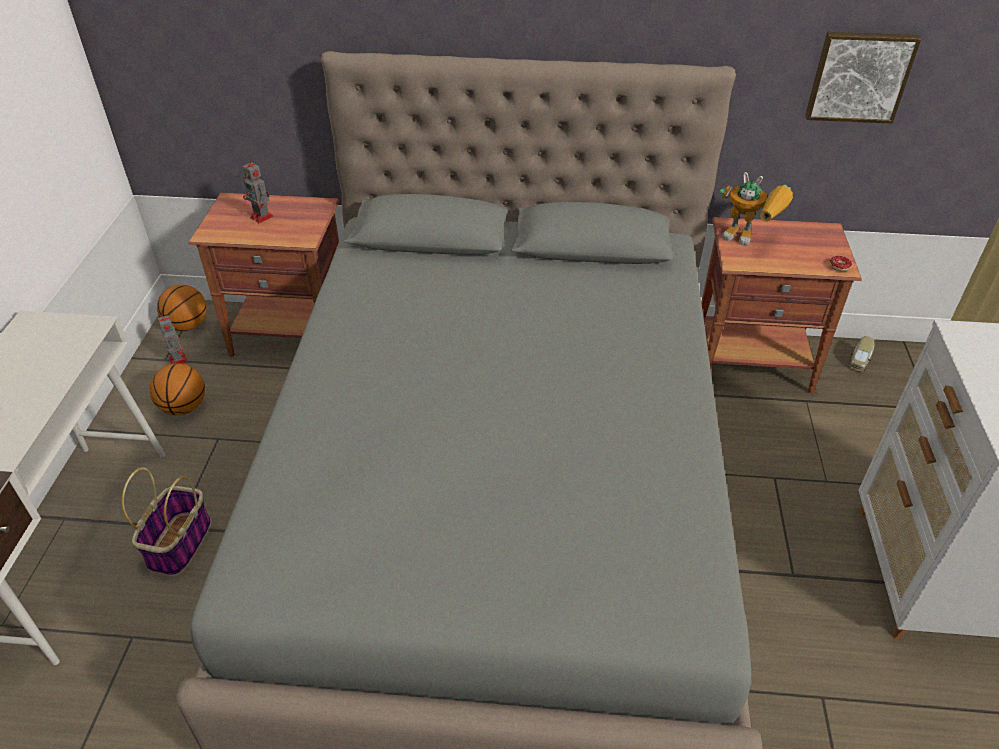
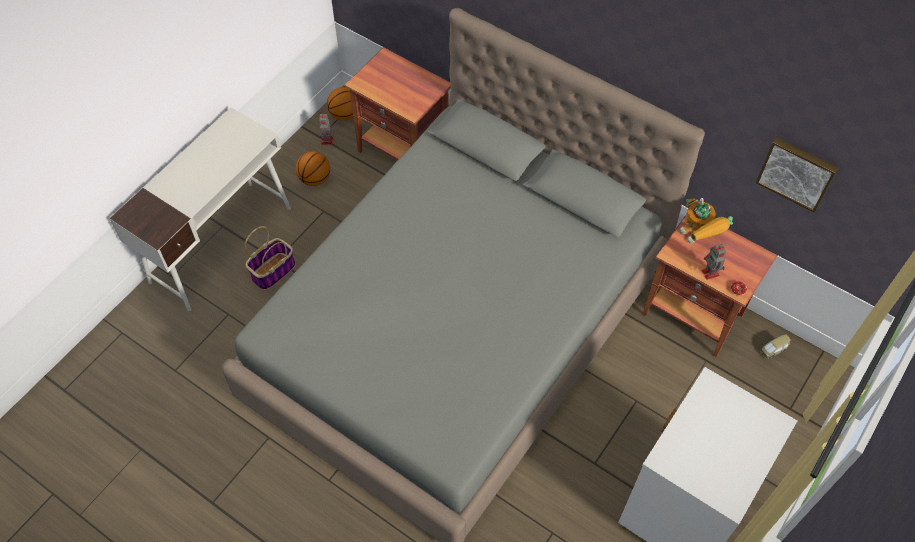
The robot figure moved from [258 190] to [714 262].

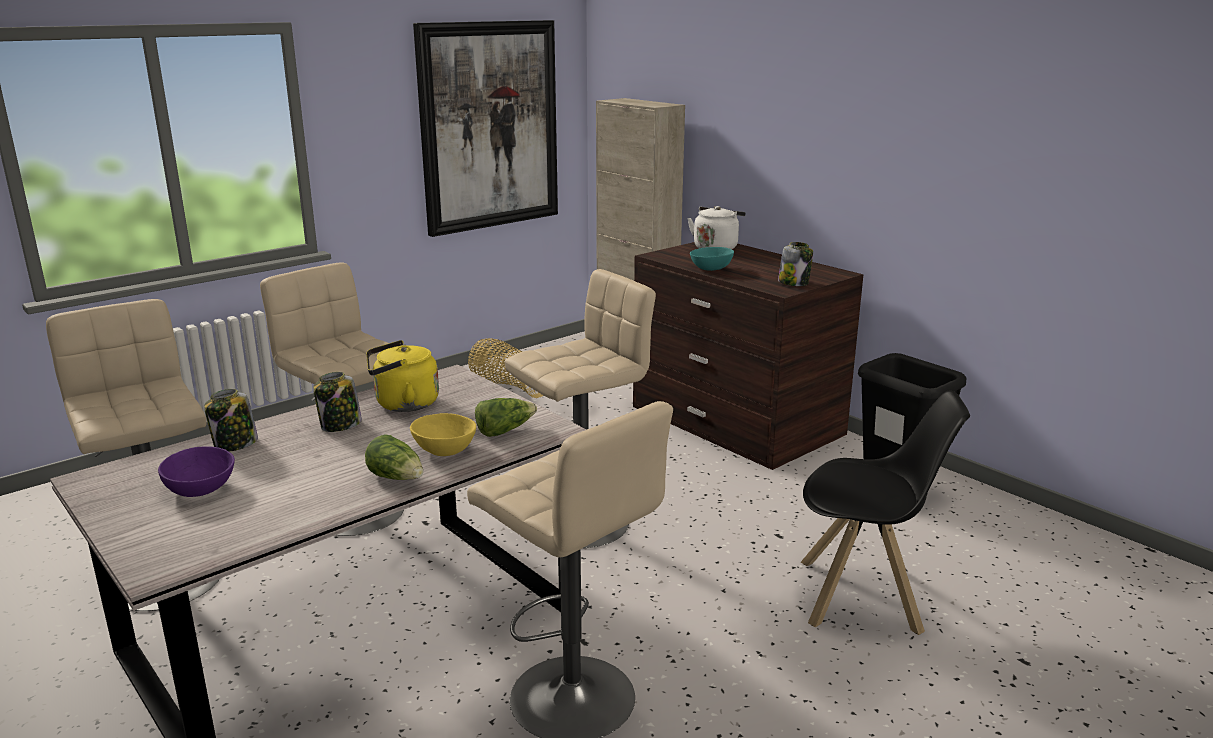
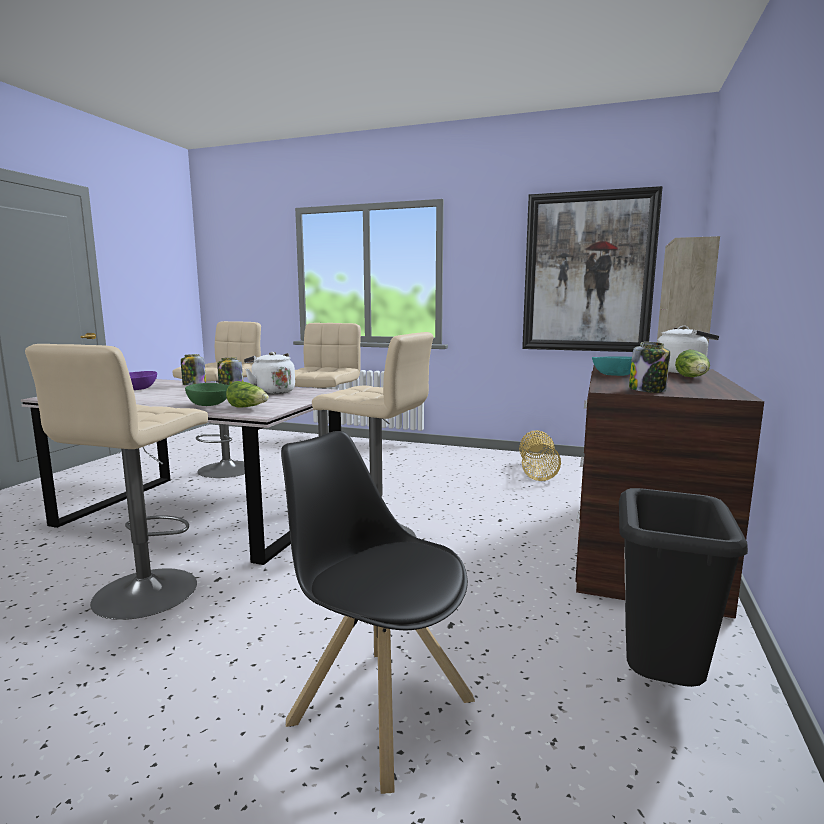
The yellowish water kettle at [402 376] became the white-coloured water kettle at [269 373].
The blackish chair at [885 512] turned 150 degrees clockwise.
The yellowish serving bowl at [443 434] became the green serving bowl at [207 394].
The head of lettuce moved from [394 457] to [692 363].

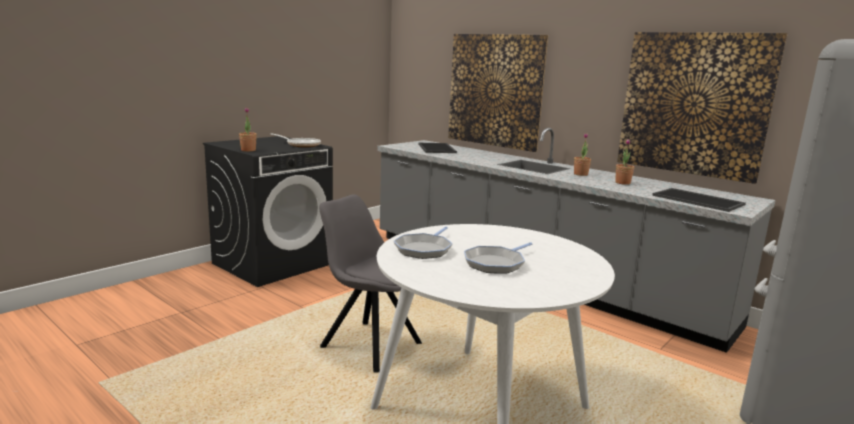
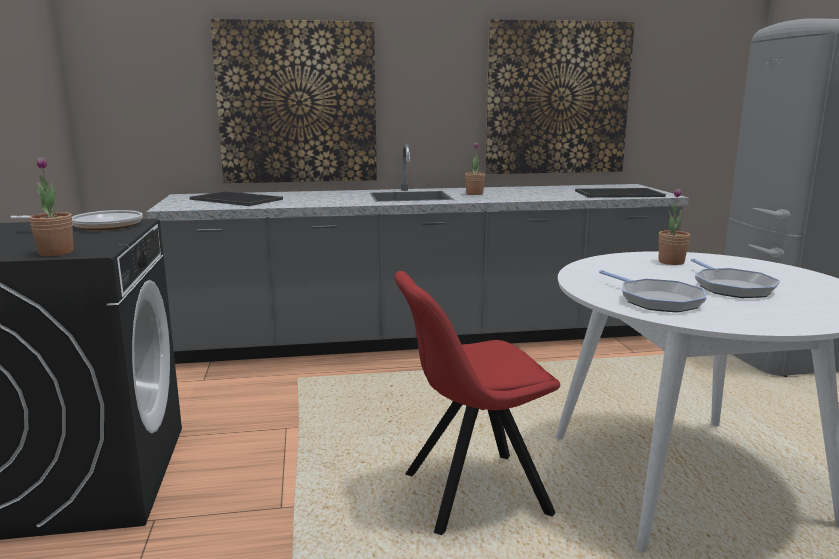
The potted plant moved from [624 162] to [674 226].
The gray chair at [370 283] became the red chair at [477 403].

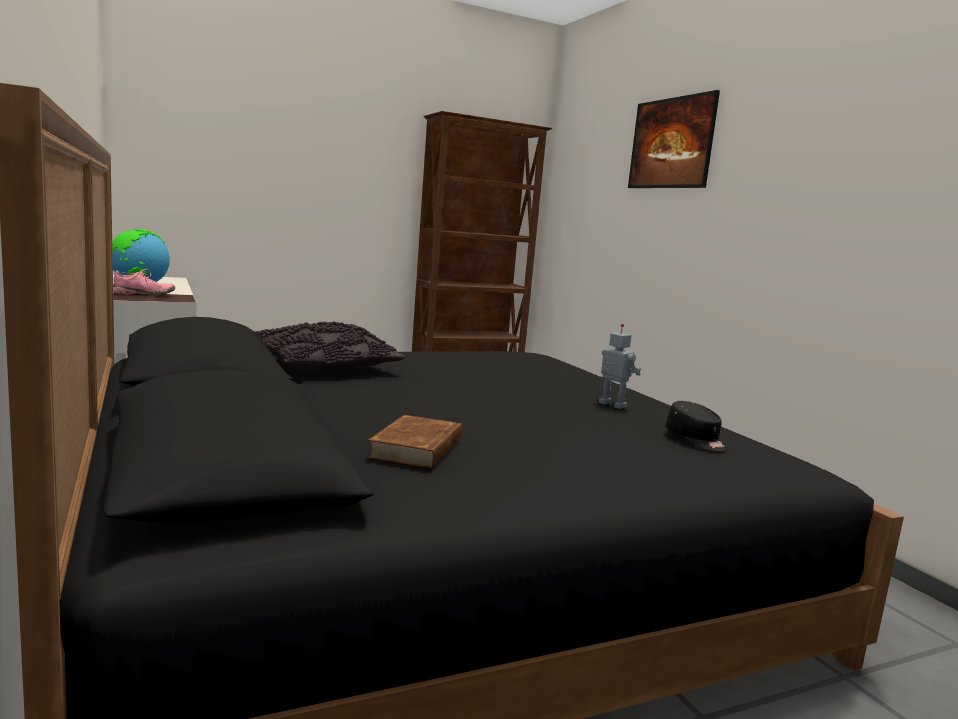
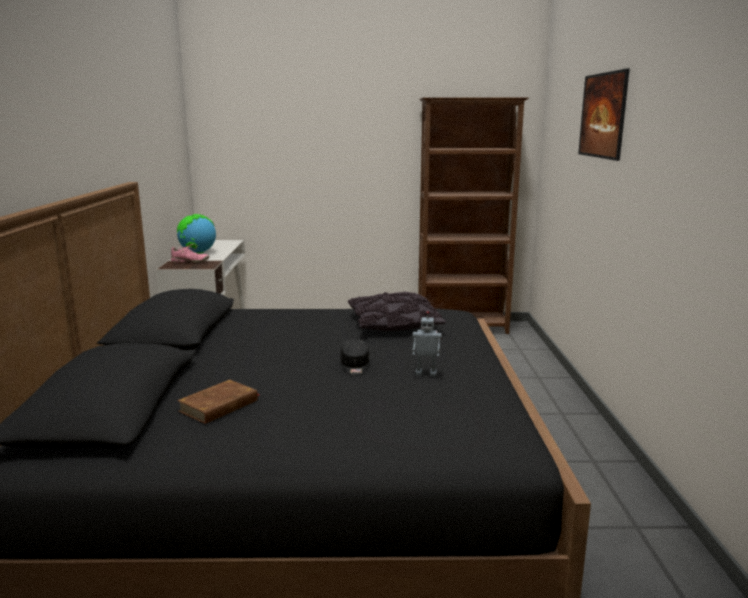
The blackish pillow moved from [330 347] to [397 311].
The robot figure at [620 366] turned 120 degrees clockwise.
The blackish baseball cap moved from [696 426] to [354 357].

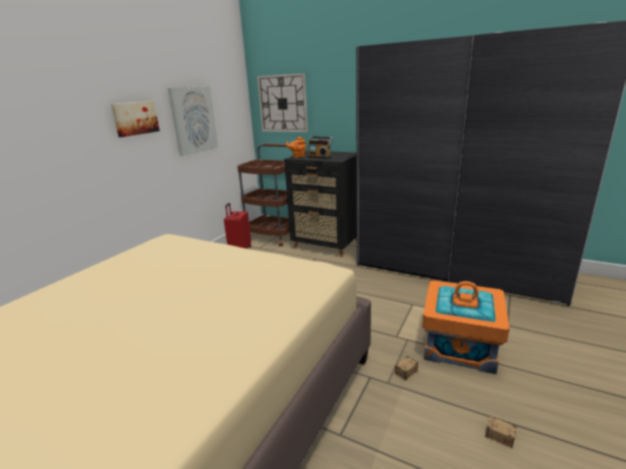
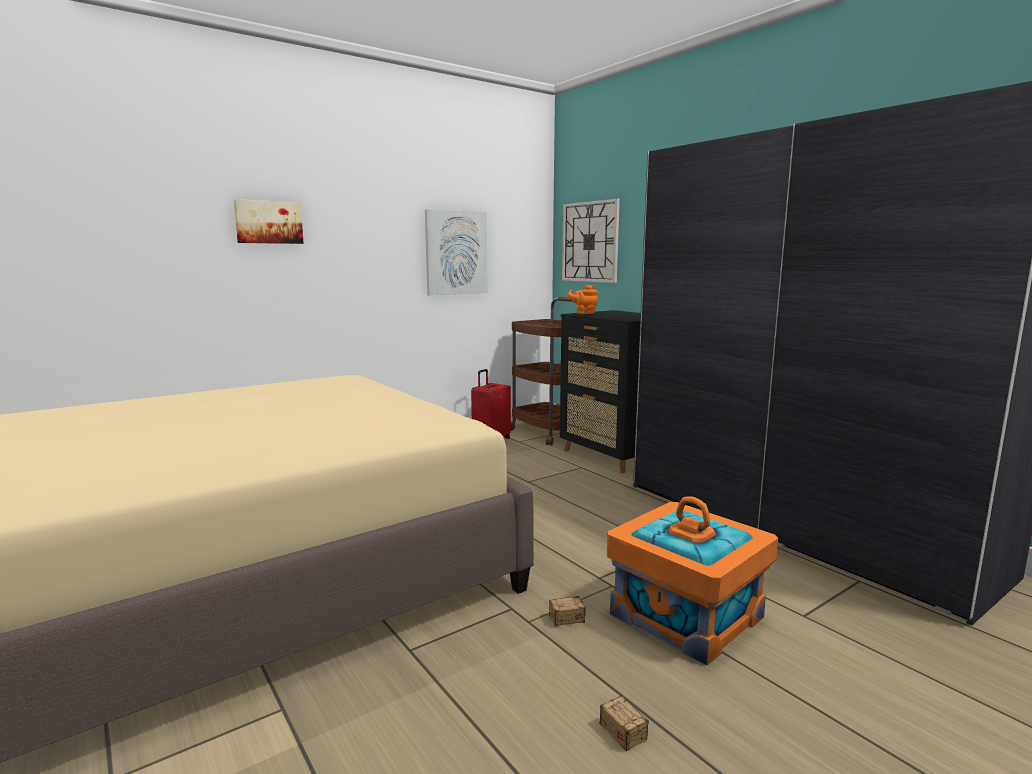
The wall art moved from [135 119] to [269 221].
The radio at [320 147] disappeared.

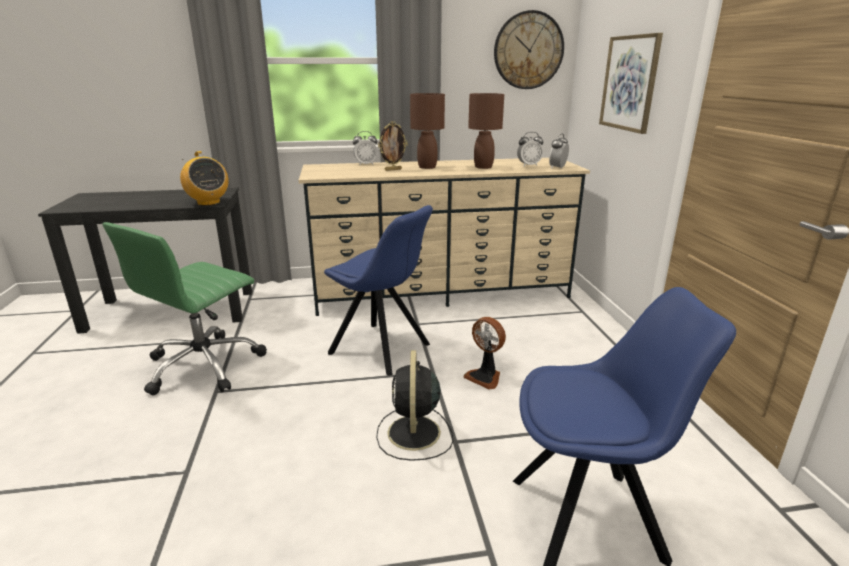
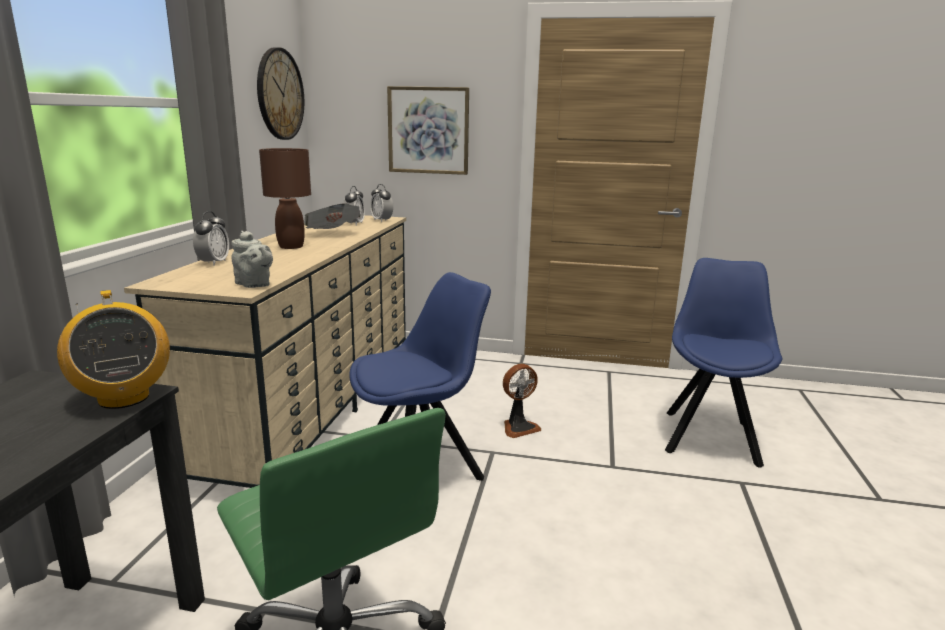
The brown-coloured table lamp at [486 131] was replaced by the printed paper at [332 216].
The photo frame at [393 146] disappeared.
The radio at [204 178] turned 75 degrees clockwise.
The blackish fan at [414 405] disappeared.
The gray pot for tea at [252 259] appeared.

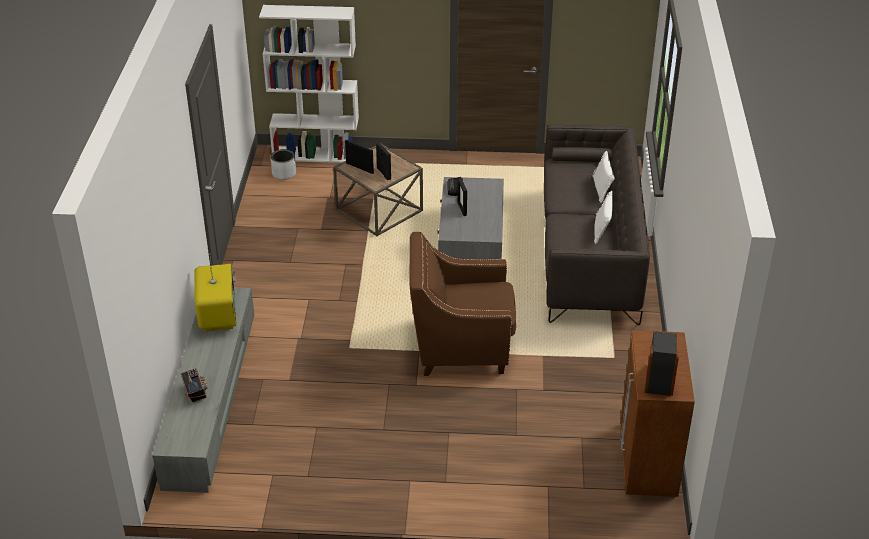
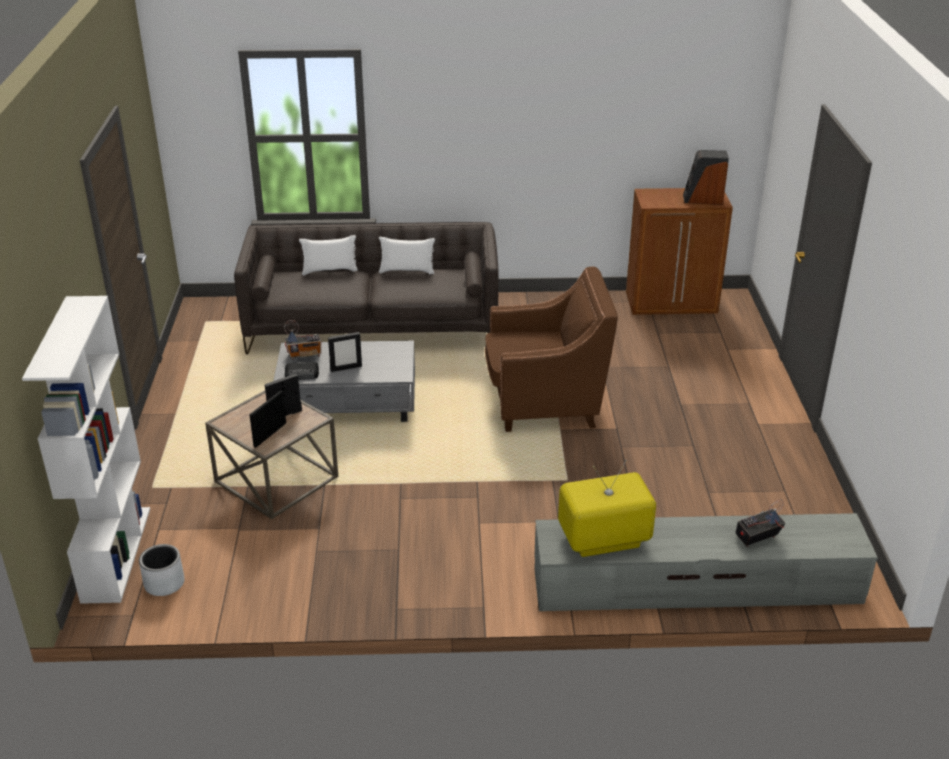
The brown-coloured lounge chair at [463 304] turned 90 degrees counterclockwise.
The radio at [302 340] appeared.

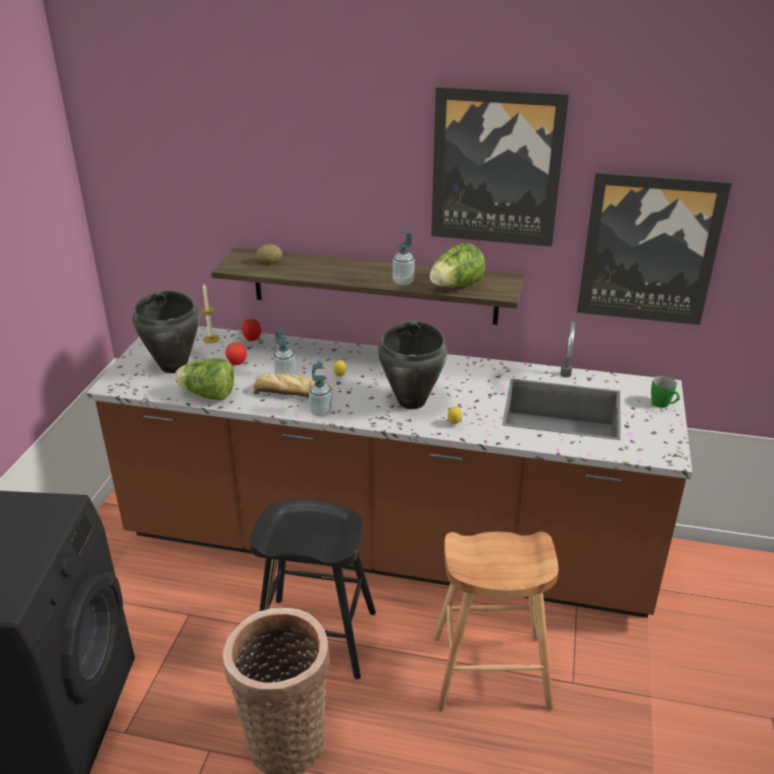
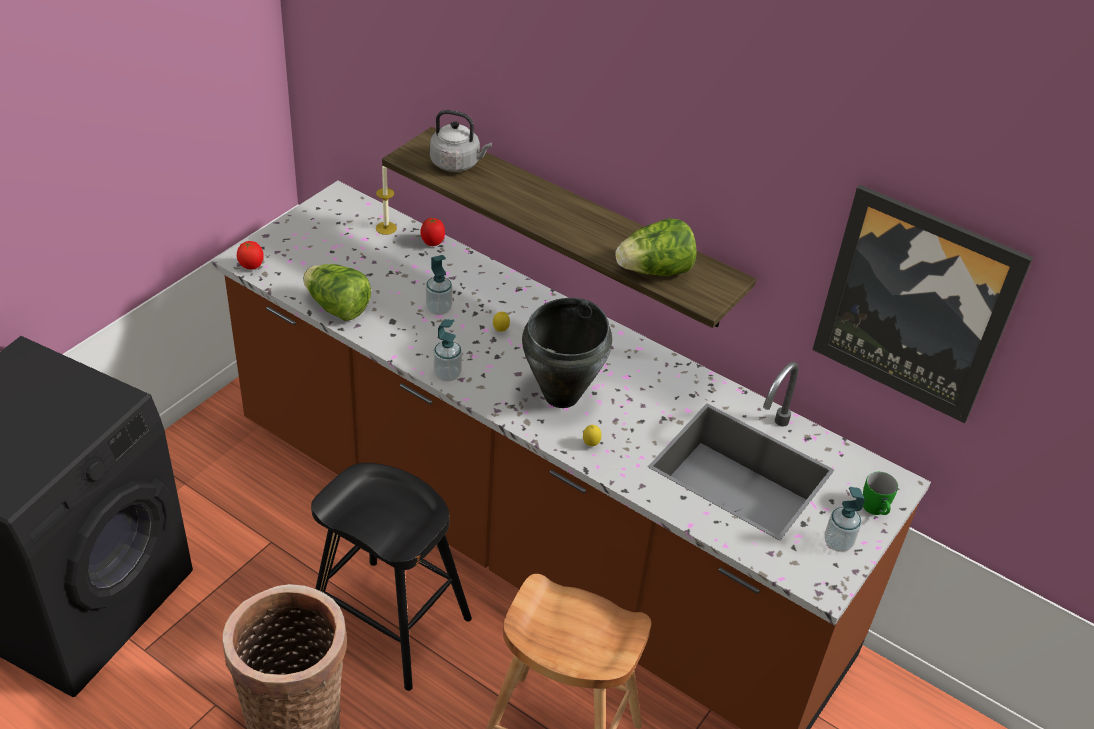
The wall art at [500 166] disappeared.
The liquid soap bottle moved from [404 257] to [844 519].
The spud at [269 254] was replaced by the gray water kettle at [461 141].
The blackish cooking pot at [166 332] disappeared.
The whole tomato moved from [236 353] to [250 255].
The bakery bread at [292 385] disappeared.

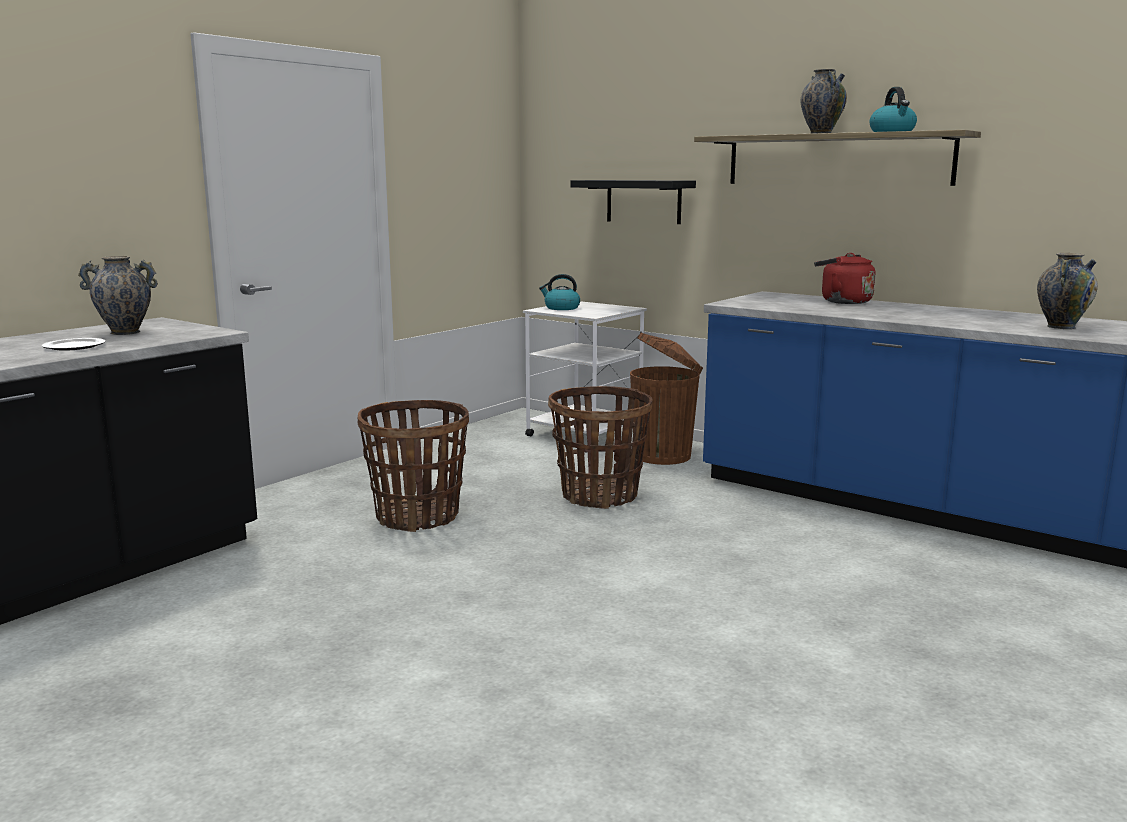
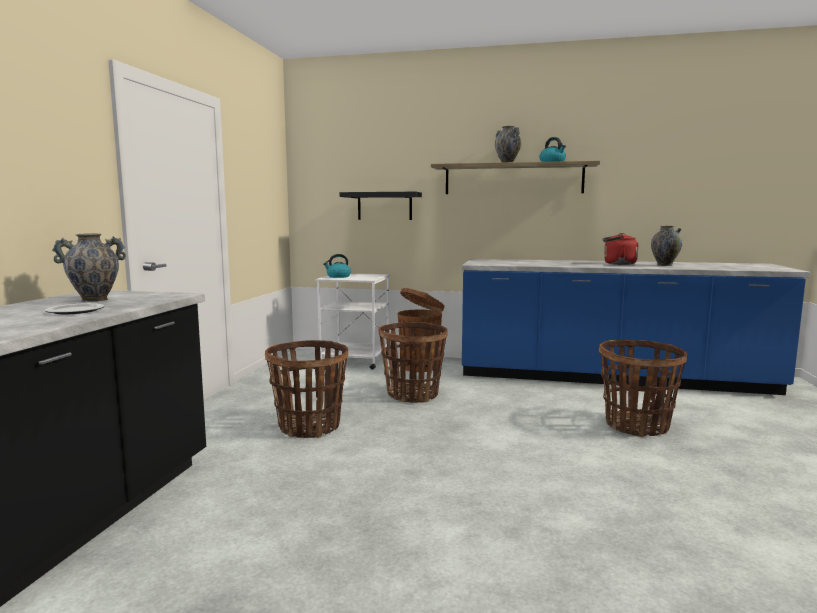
The red water kettle moved from [845 278] to [620 249].
The storage basket at [643 388] appeared.

